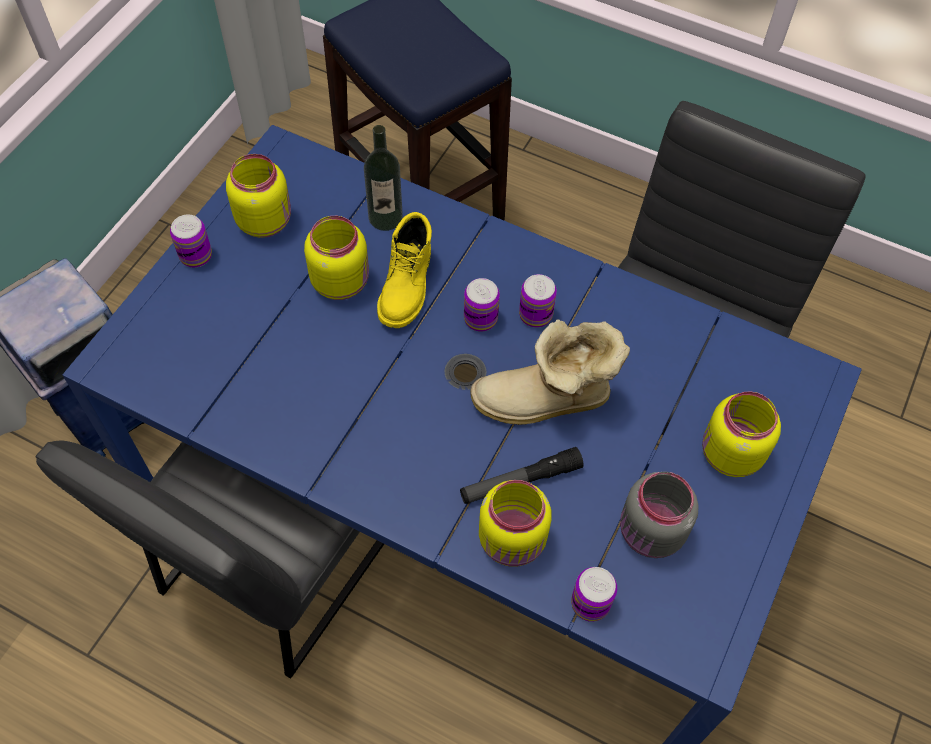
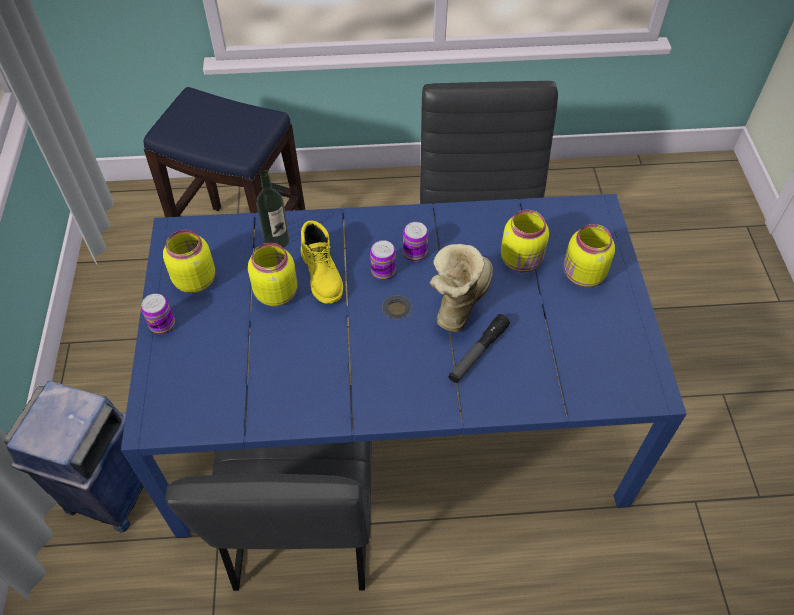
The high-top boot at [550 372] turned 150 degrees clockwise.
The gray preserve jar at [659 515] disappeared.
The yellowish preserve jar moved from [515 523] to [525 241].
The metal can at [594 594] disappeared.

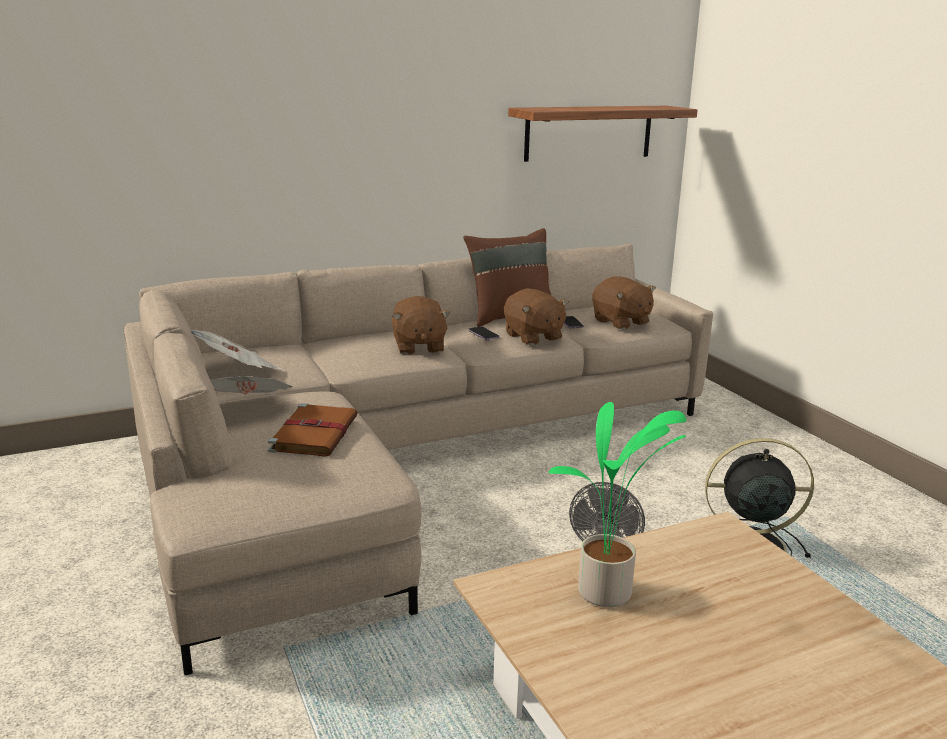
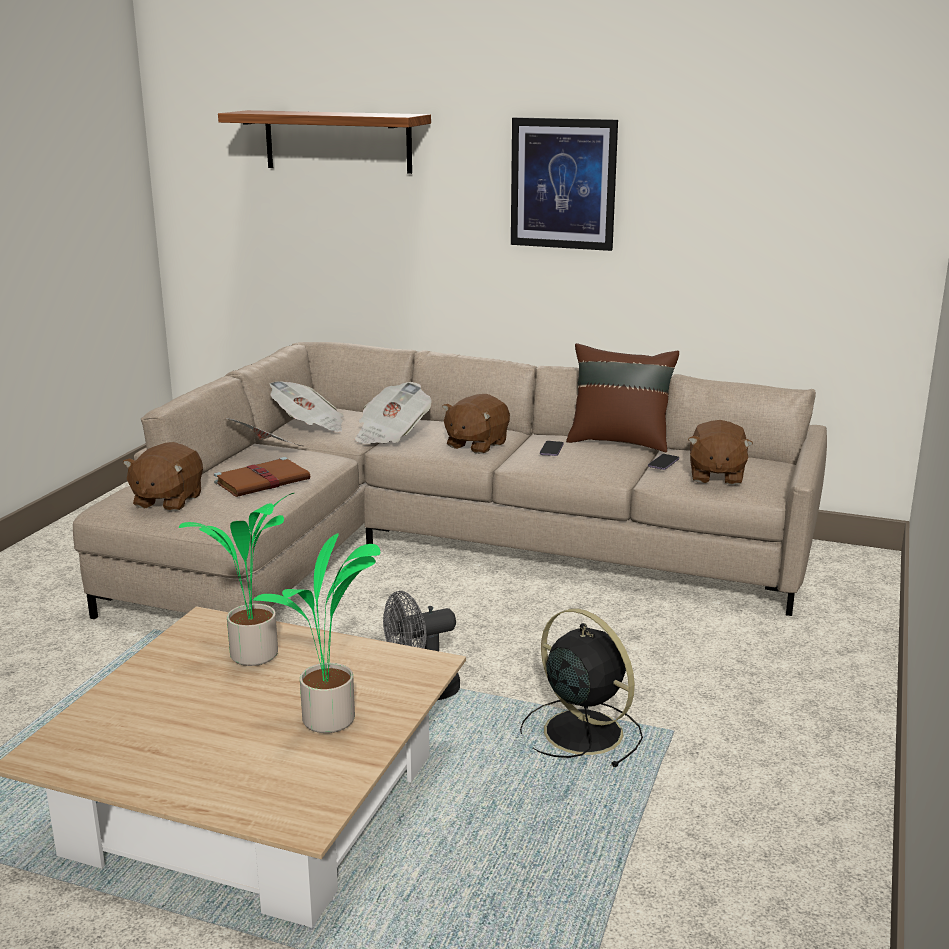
The wall shelf moved from [603 134] to [324 142].
The brown-coloured soft toy moved from [536 316] to [163 477].
The wall art at [564 184] appeared.
The printed paper at [393 413] appeared.
The potted plant at [316 633] appeared.

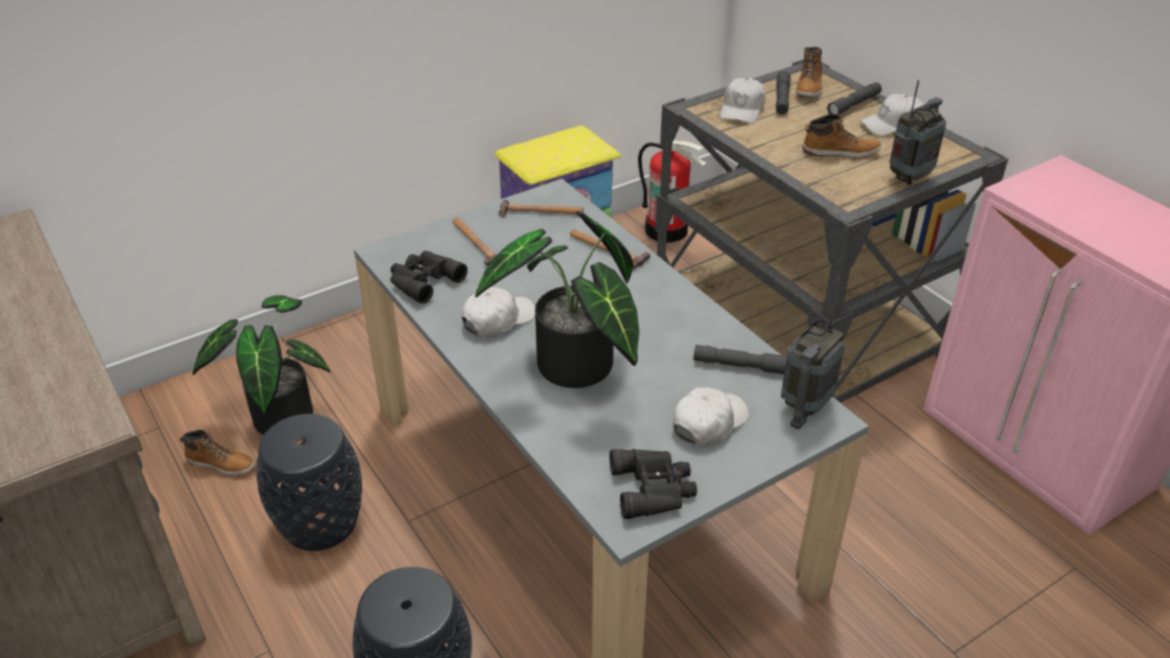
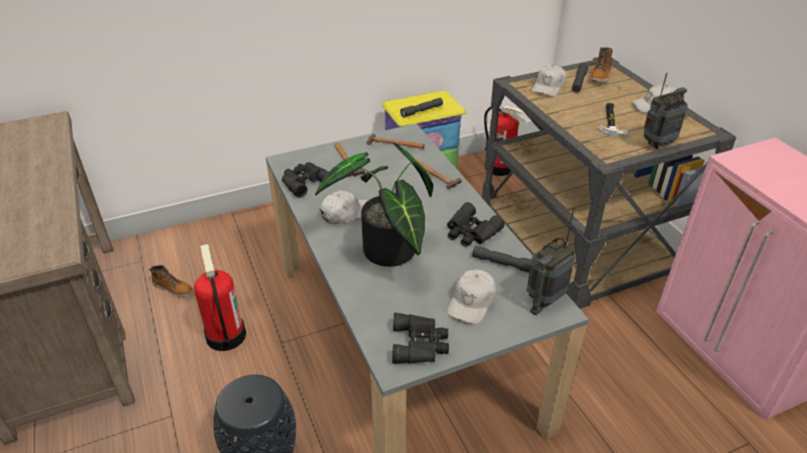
The gray flashlight moved from [854 98] to [421 108].
The high-top boot at [841 136] was replaced by the hand hammer at [613 120].
The potted plant at [261 365] disappeared.
The white-coloured baseball cap at [711 416] turned 150 degrees clockwise.
The blackish sitting stool at [309 482] was replaced by the fire-fighting cylinder at [220 297].
The blackish pair of binoculars at [476 224] appeared.

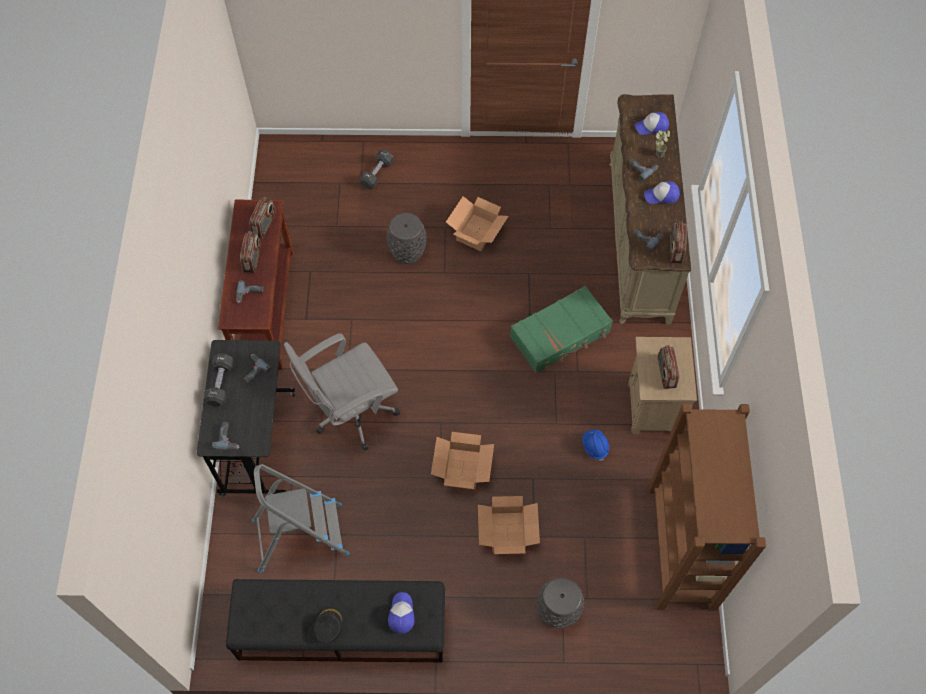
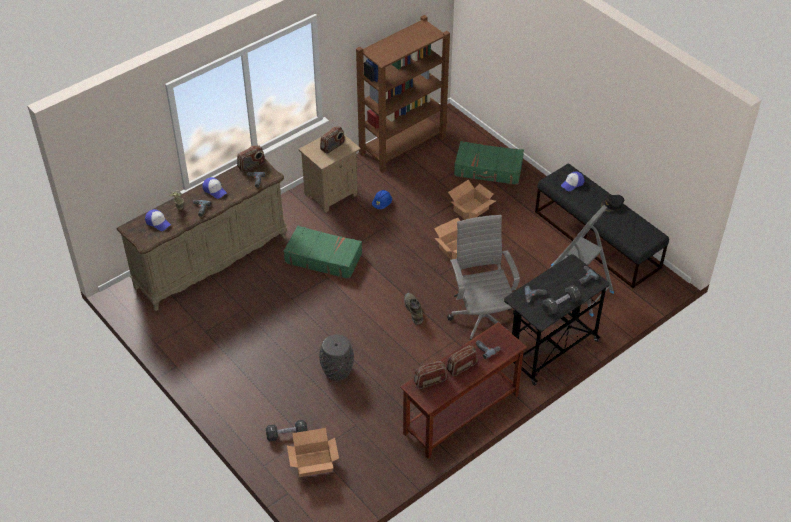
The packing box moved from [477 223] to [313 452].
The gray desk chair at [342 392] turned 120 degrees counterclockwise.
The gray sitting stool at [560 603] was replaced by the green piece of luggage at [489 163].
The green high-top boot at [413 309] appeared.

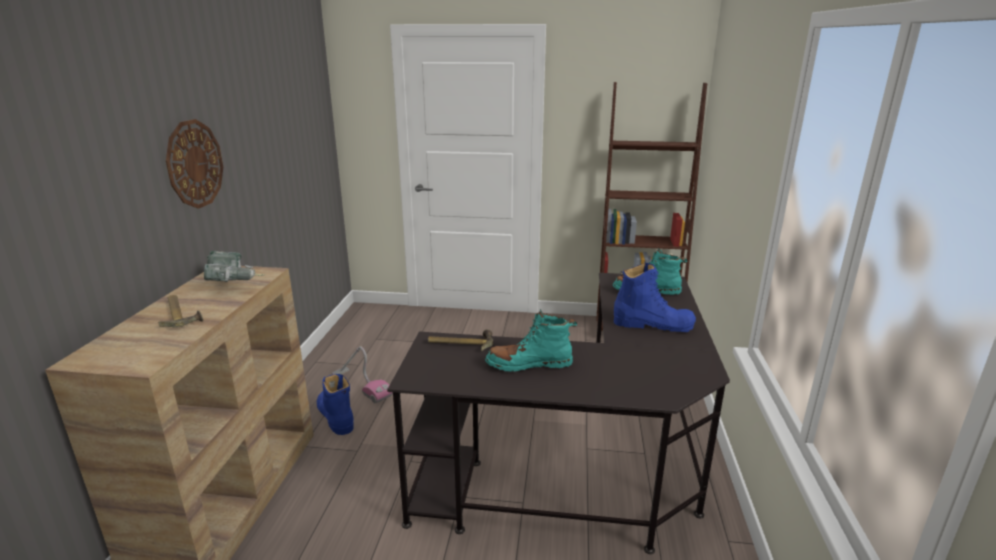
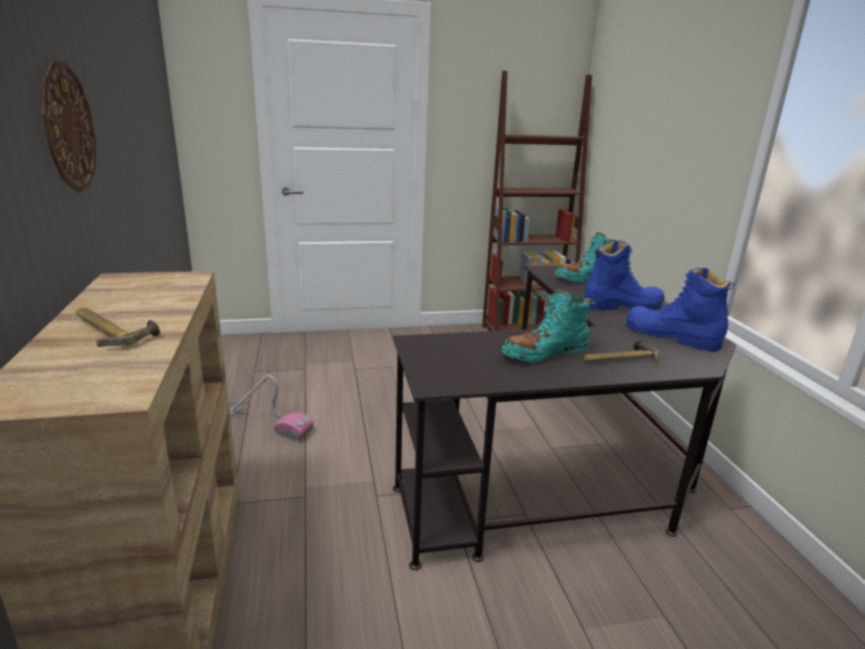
The electric drill at [234 266] disappeared.
The hand hammer moved from [460 340] to [621 351].
The blue high-top boot moved from [335 404] to [680 310].

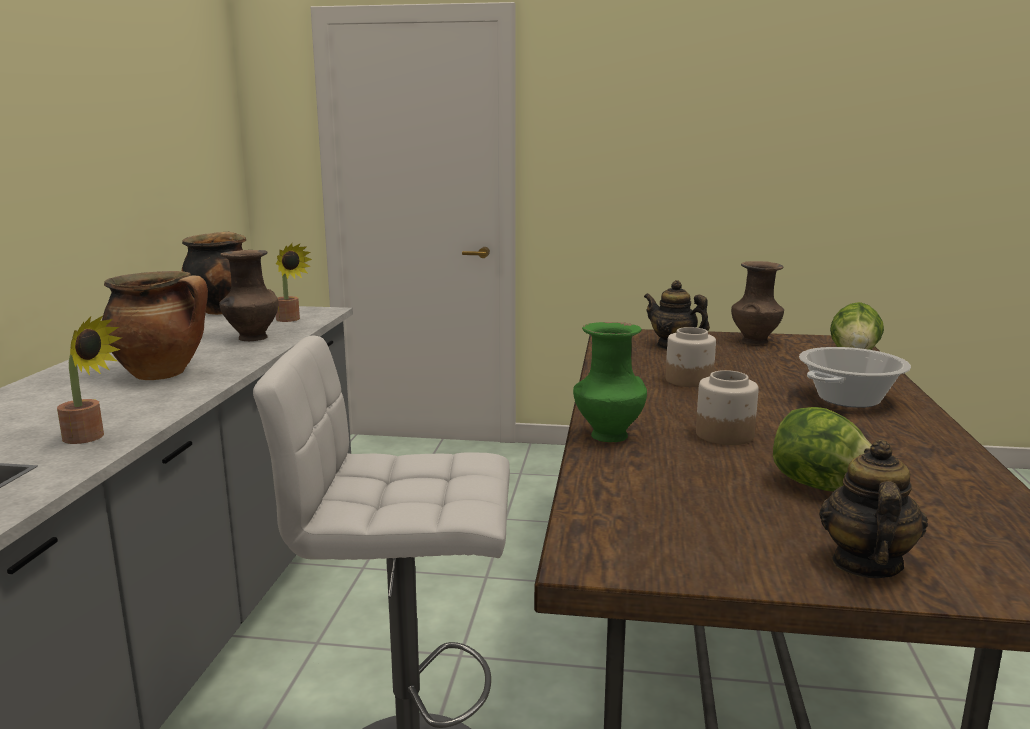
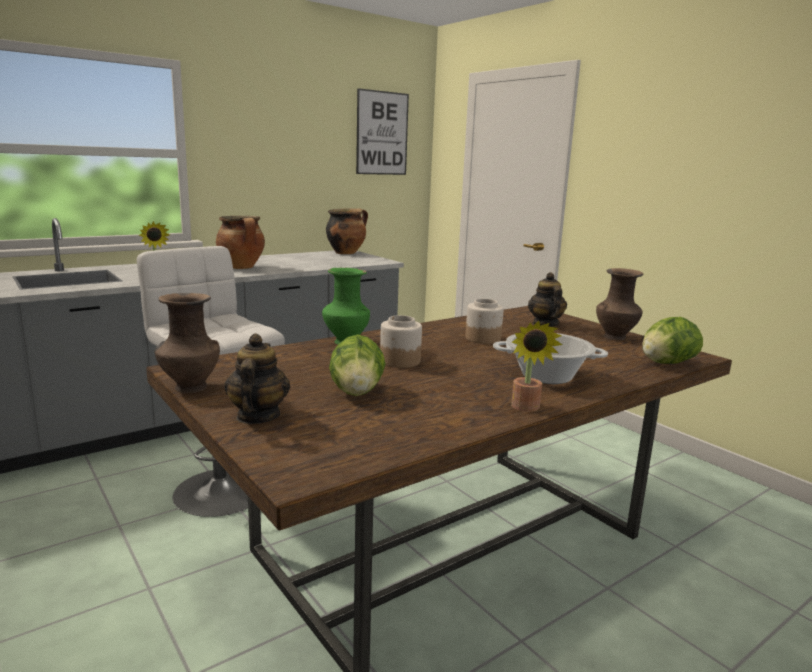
The potted plant moved from [294 282] to [537 366].
The brown-coloured vase moved from [249 295] to [187 343].
The pot for tea at [873 509] turned 60 degrees counterclockwise.
The wall art at [382 131] appeared.

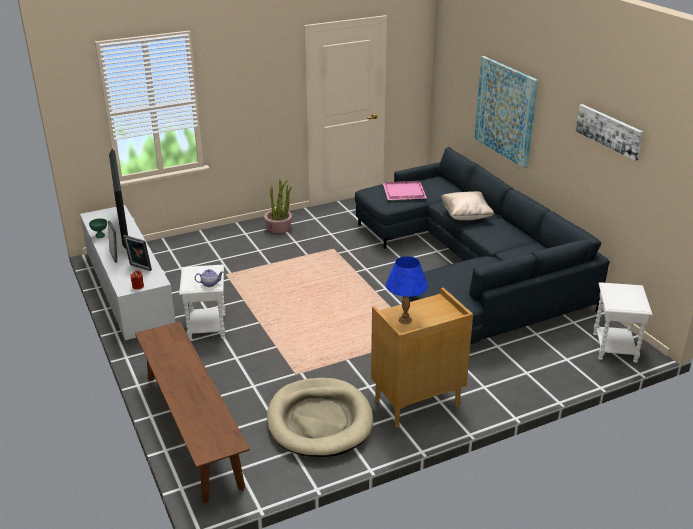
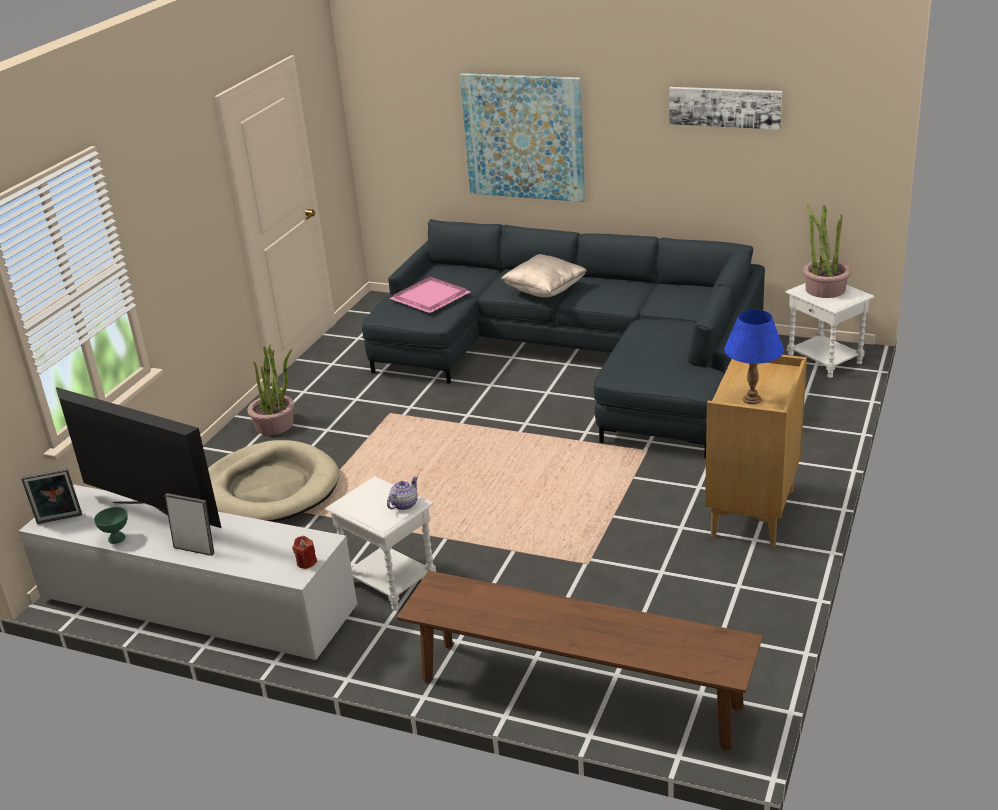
The photo frame moved from [137 253] to [51 496].
The sand-coloured pet bed moved from [320 417] to [273 481].
The potted plant at [827 251] appeared.

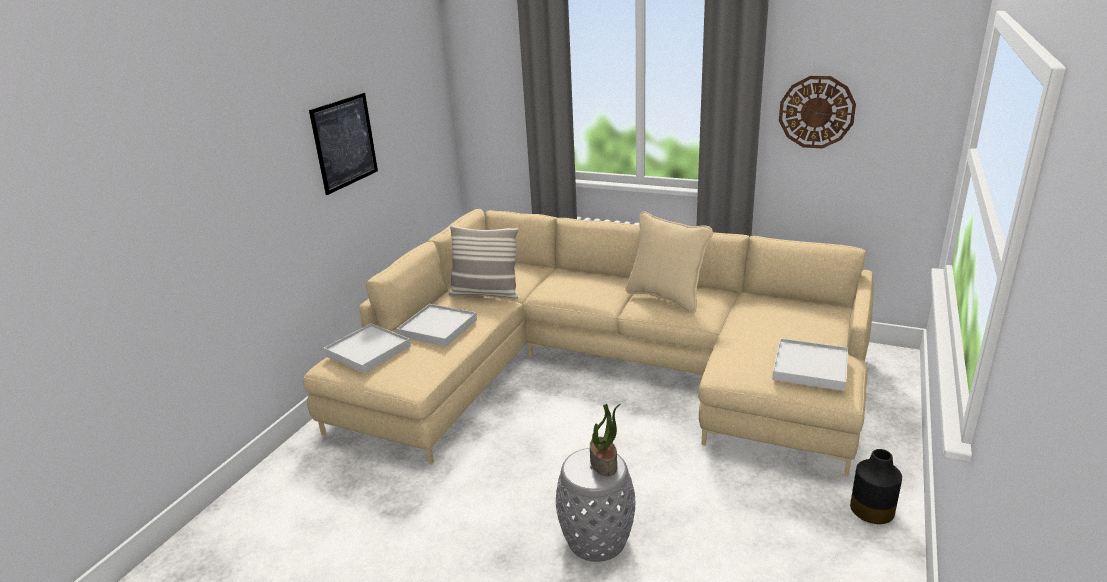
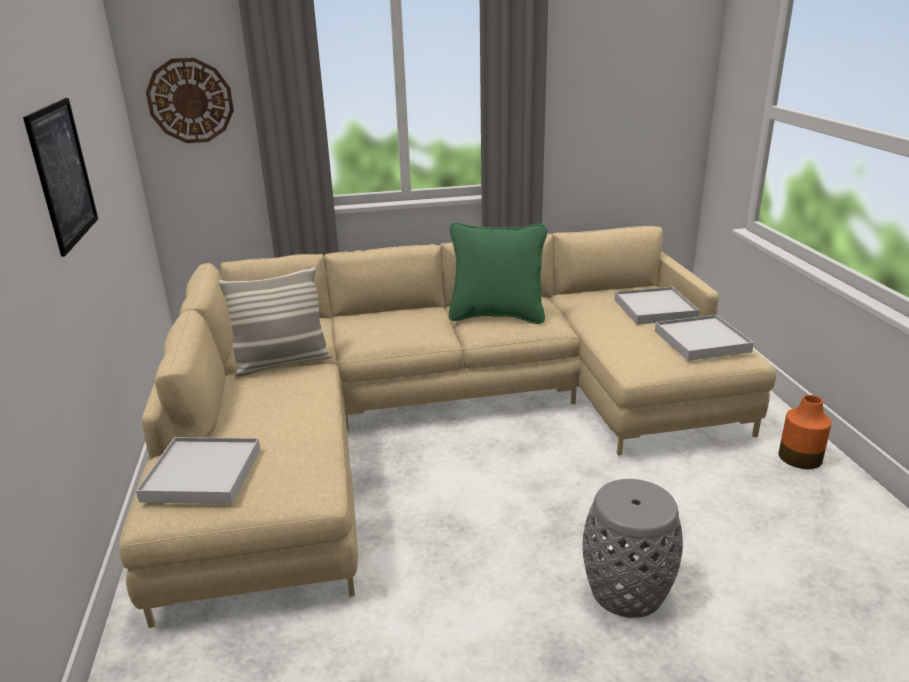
The hanging clock moved from [817 112] to [190 100].
The sand-coloured pillow at [669 262] became the green pillow at [498 273].
The white-coloured tray moved from [437 325] to [656 306].
The potted plant at [605 440] disappeared.
The blackish vase at [876 486] became the orangey vase at [805 432].

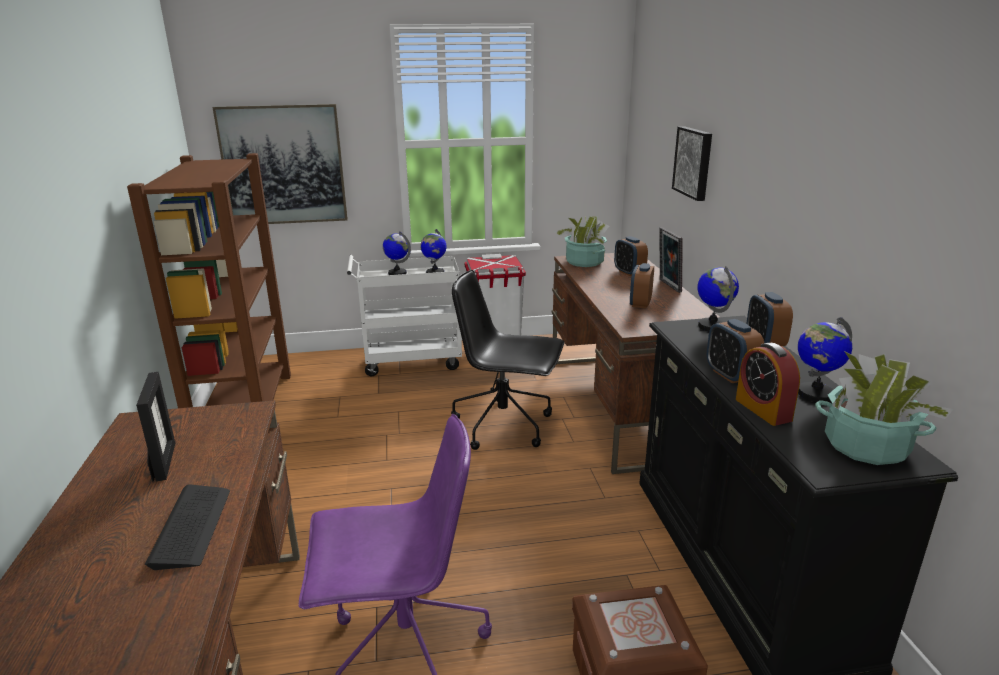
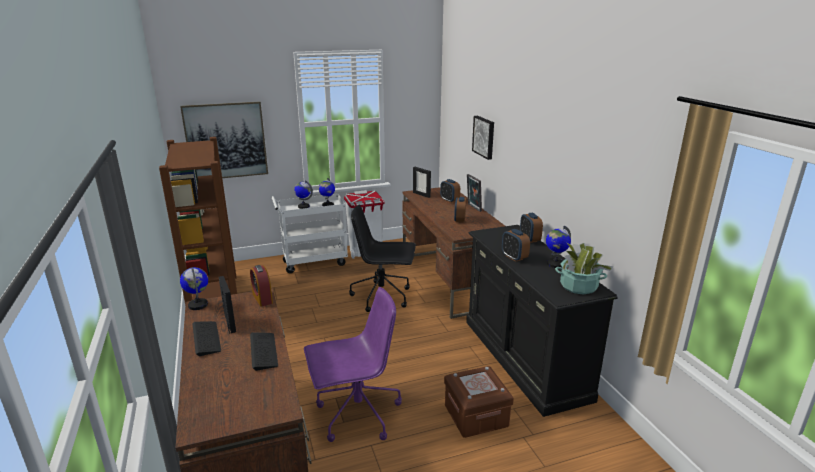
The potted plant at [581 241] was replaced by the photo frame at [422 182].
The desk globe moved from [718 298] to [194 288].
The bedside clock moved from [768 384] to [261 286].
The keyboard at [207 338] appeared.

